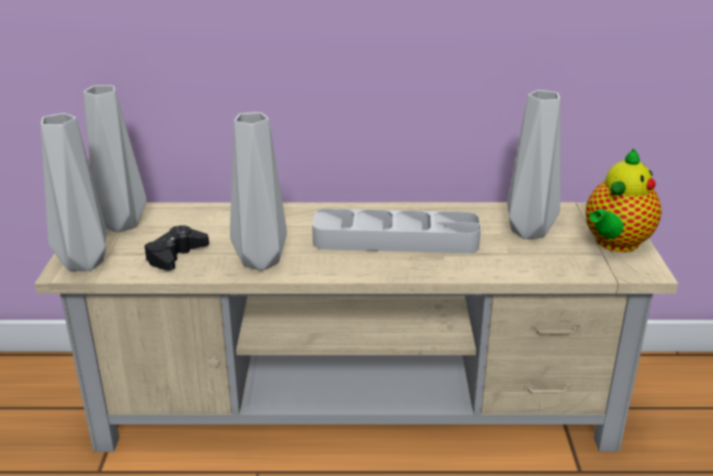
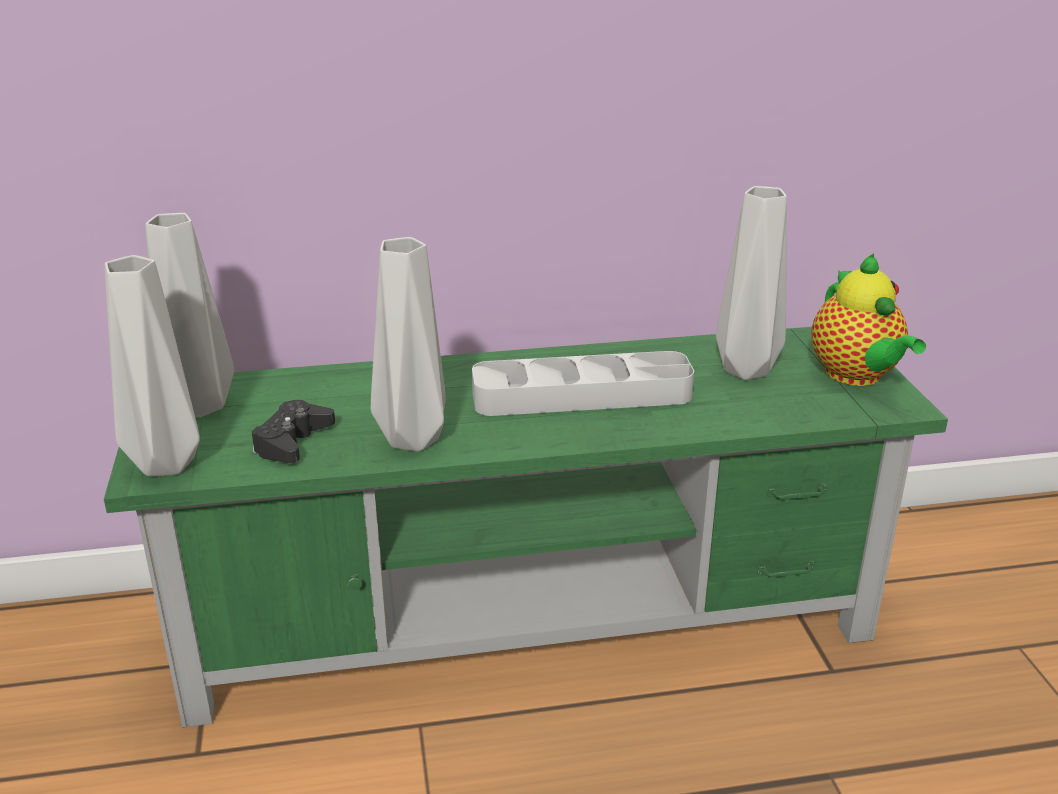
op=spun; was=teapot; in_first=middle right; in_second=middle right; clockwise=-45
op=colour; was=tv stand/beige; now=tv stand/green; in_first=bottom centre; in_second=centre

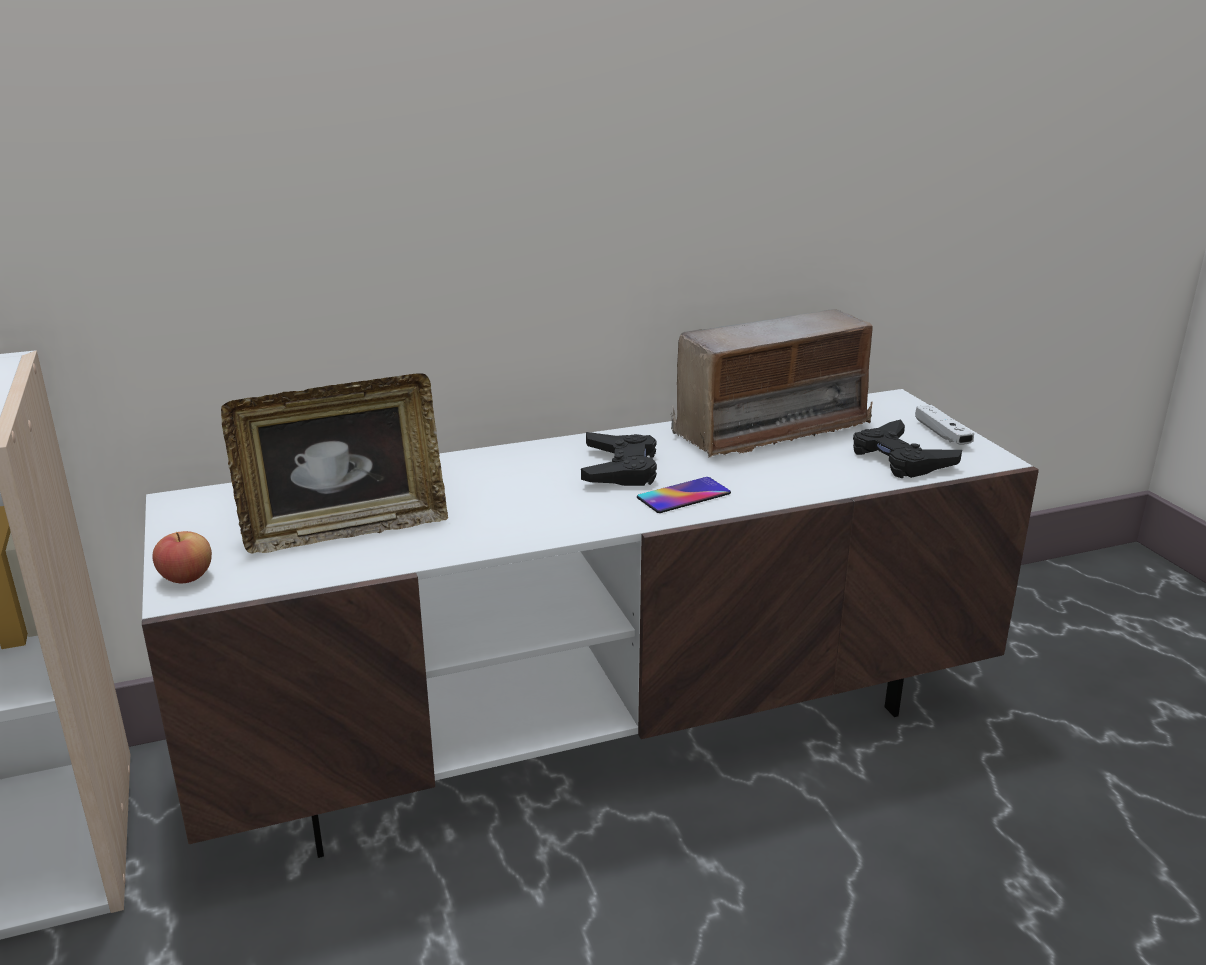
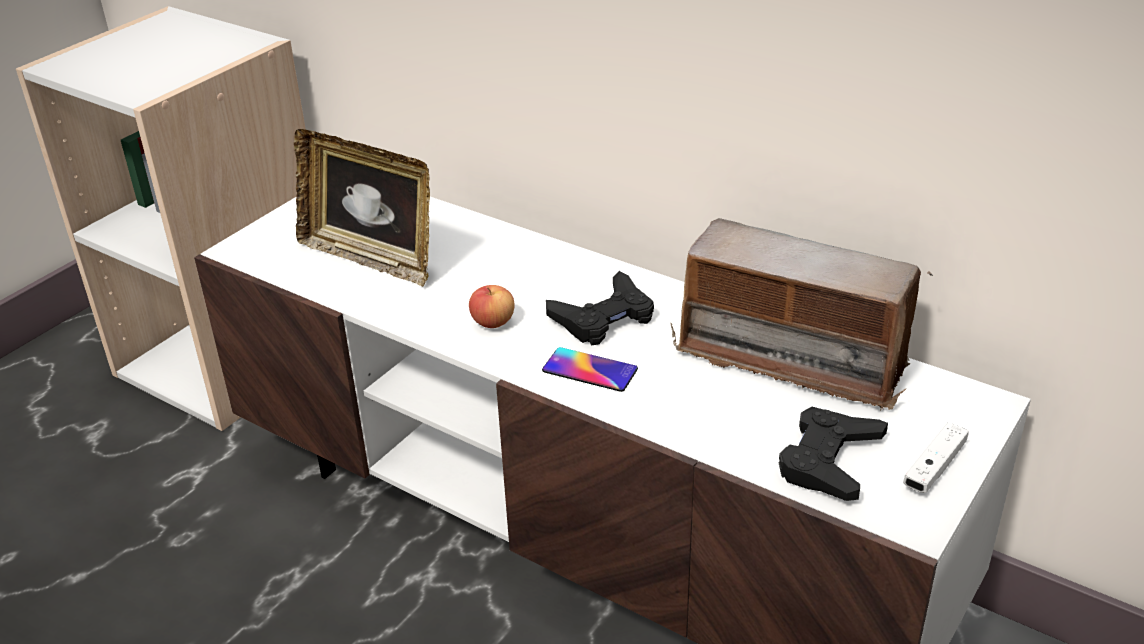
op=relocated; was=apple; in_first=middle left; in_second=centre

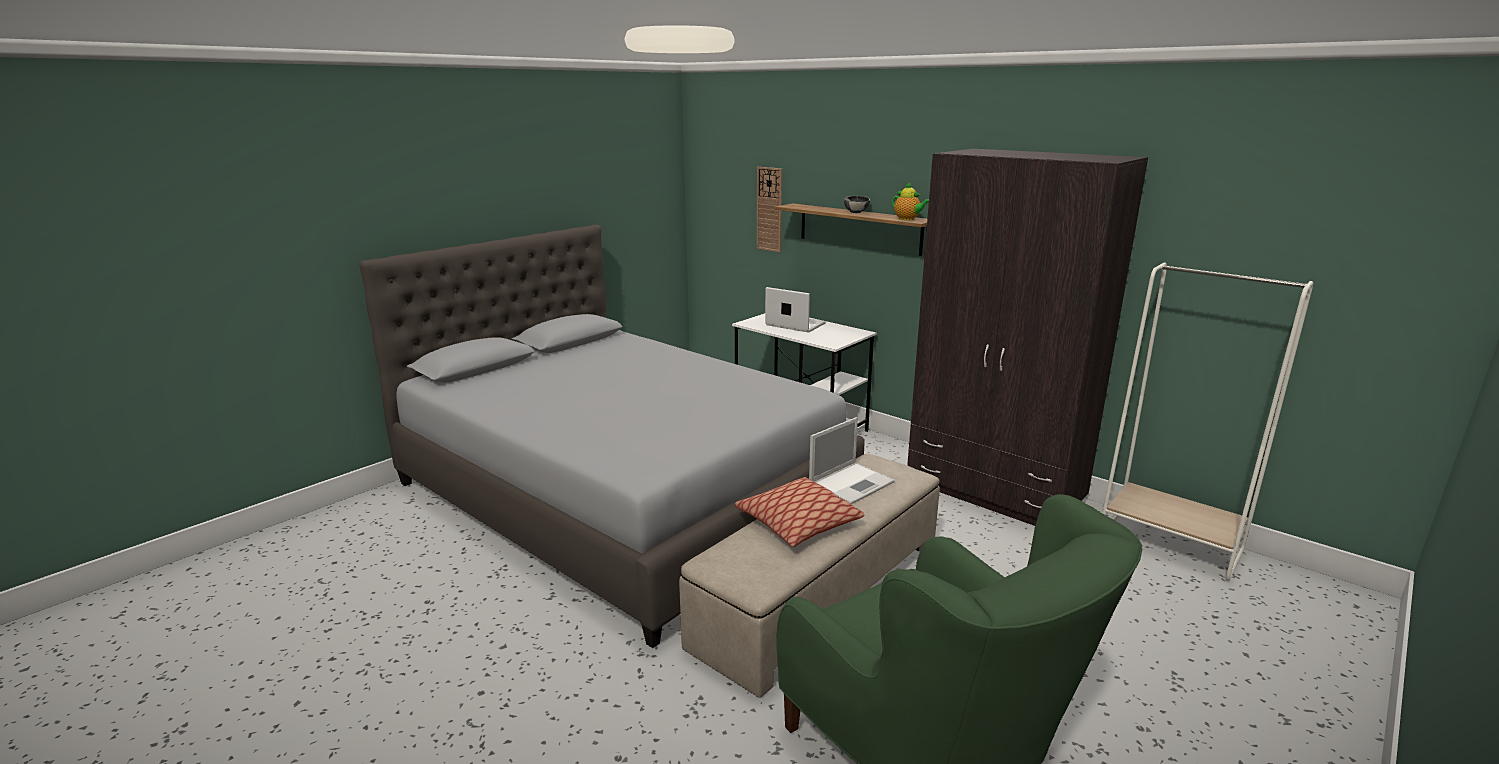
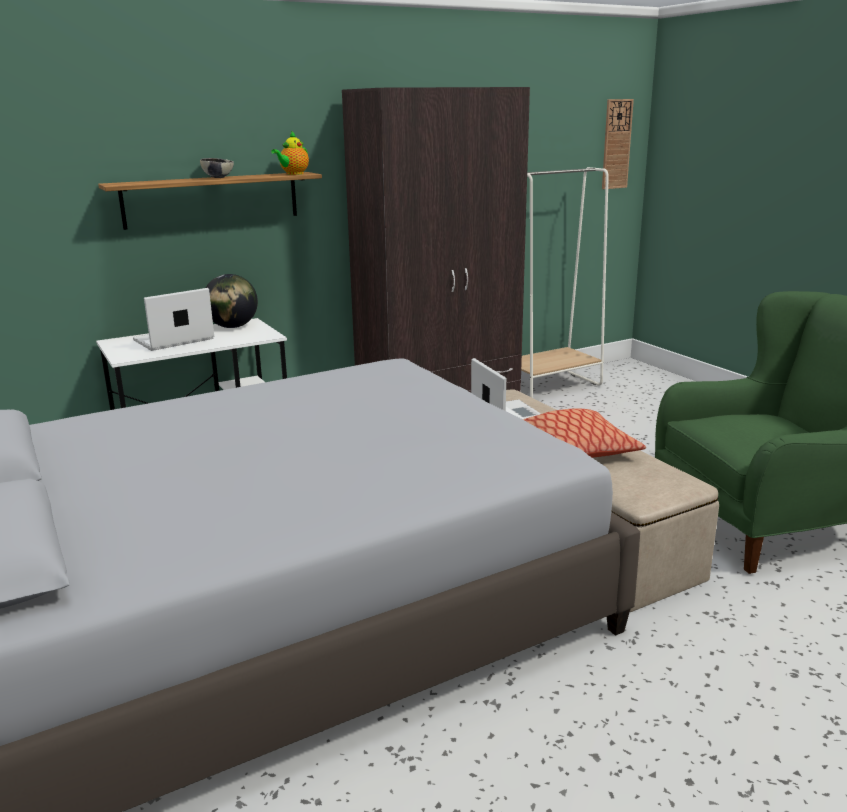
op=relocated; was=wall clock; in_first=top centre; in_second=top right
op=spun; was=teapot; in_first=top centre; in_second=top centre; clockwise=150
op=appeared; now=globe; in_second=middle left

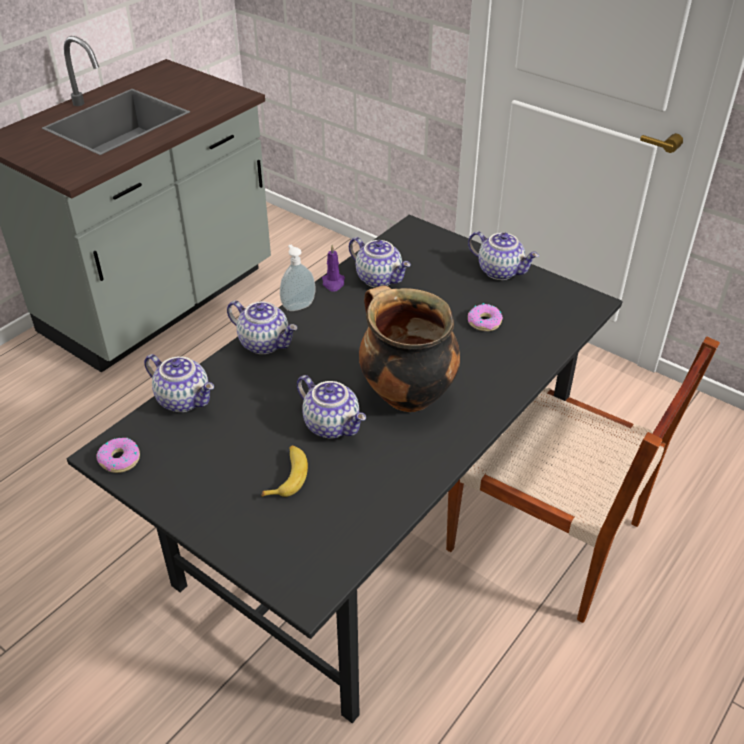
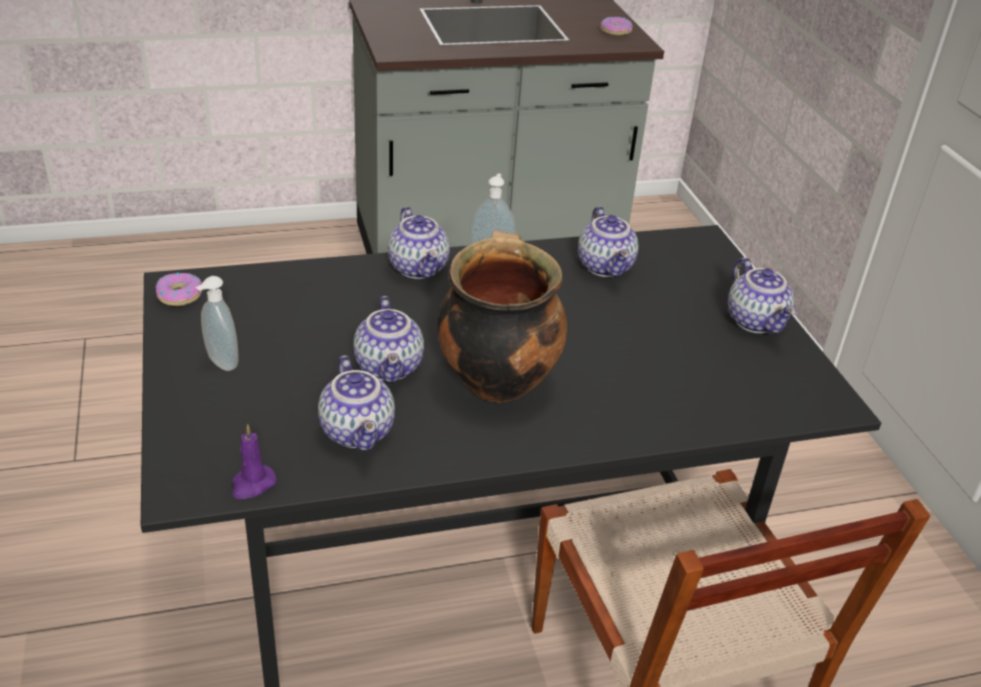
op=relocated; was=candle/purple; in_first=centre; in_second=bottom left
op=relocated; was=donut (no. 2 from left); in_first=centre; in_second=top centre
op=relocated; was=teapot (no. 1 from left); in_first=middle left; in_second=centre
op=missing; was=banana; in_first=centre
op=appeared; now=soap dispenser (no. 1 from left); in_second=middle left

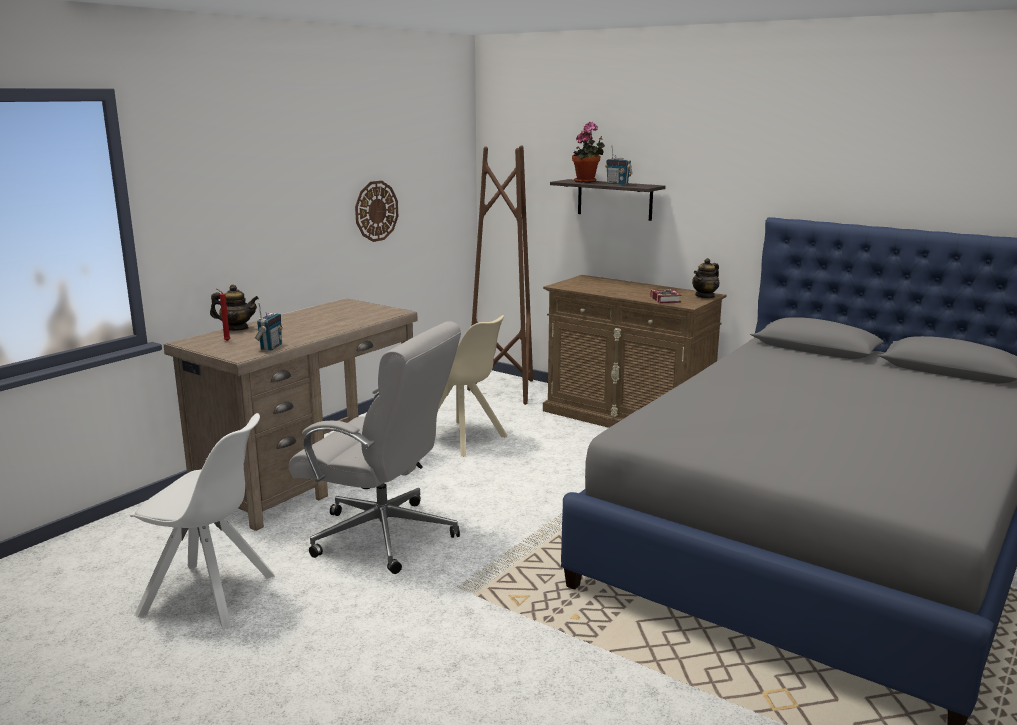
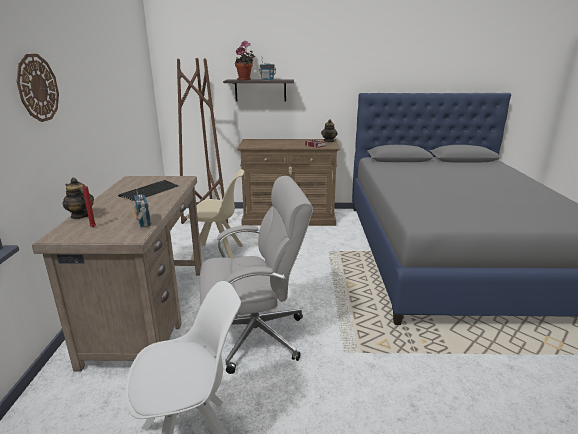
op=relocated; was=wall clock; in_first=top centre; in_second=top left
op=spun; was=teapot (no. 1 from left); in_first=middle left; in_second=middle left; clockwise=-105
op=appeared; now=keyboard; in_second=middle left

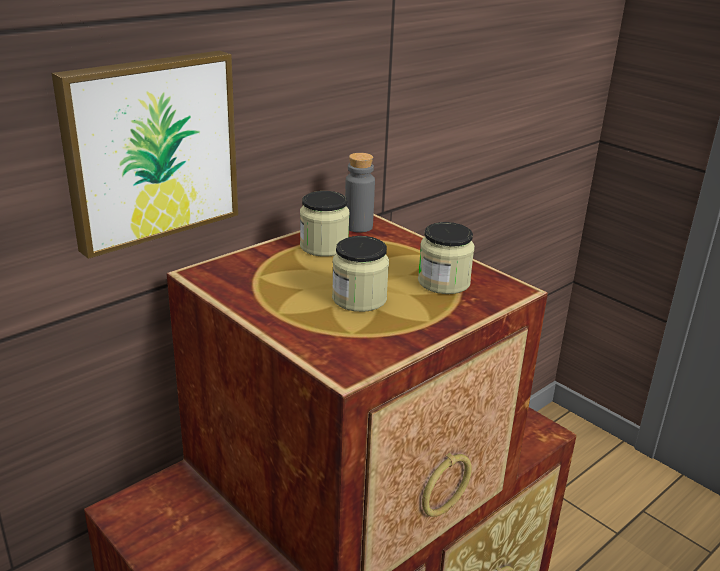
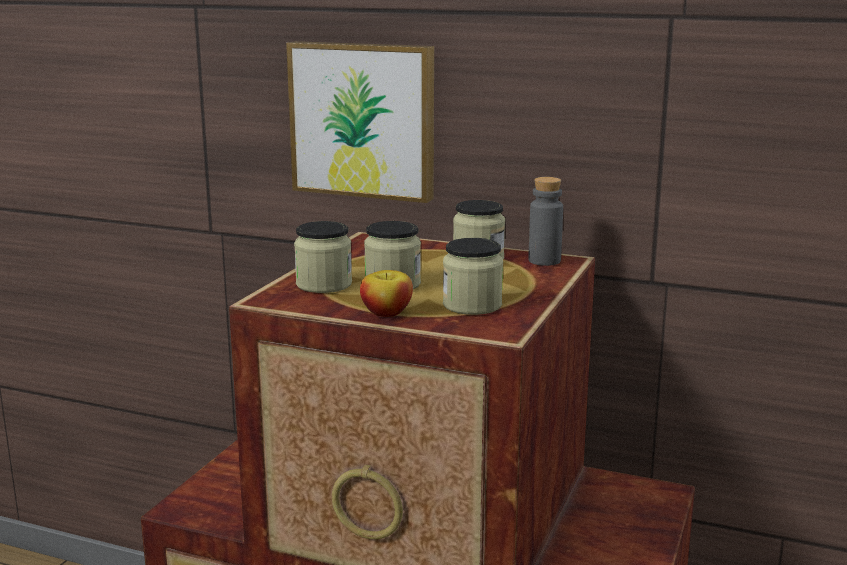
op=appeared; now=jar (no. 1 from left); in_second=centre
op=appeared; now=apple; in_second=centre

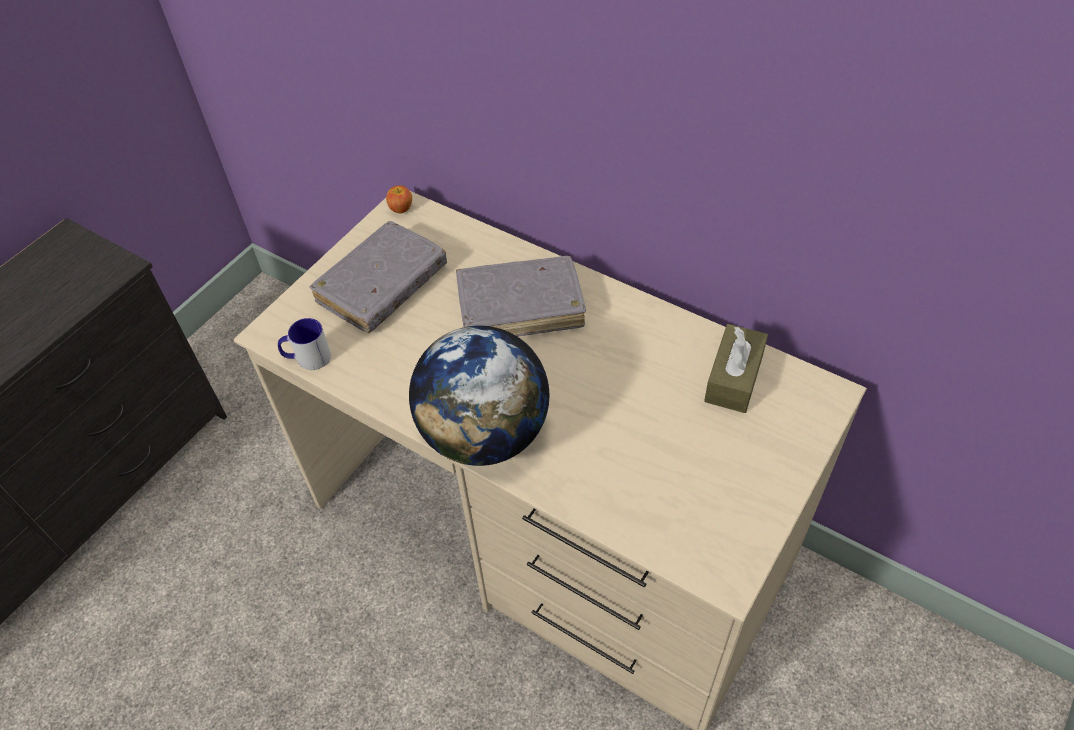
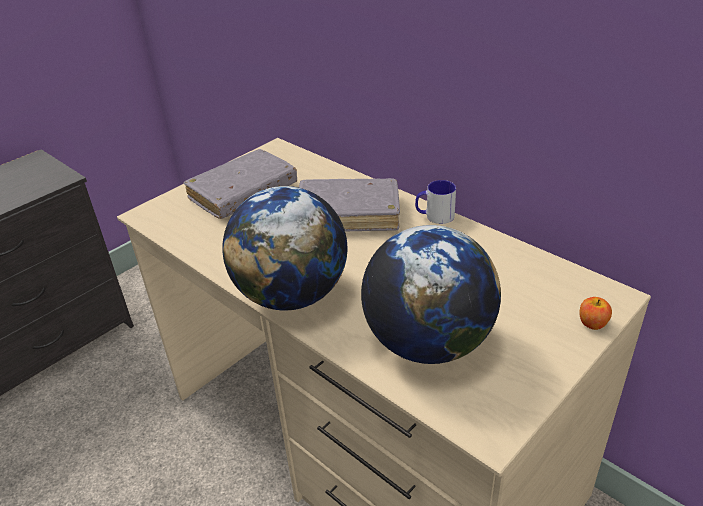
op=relocated; was=apple; in_first=top centre; in_second=middle right
op=relocated; was=mug; in_first=middle left; in_second=centre
op=missing; was=tissue box/brown; in_first=middle right
op=appeared; now=globe (no. 2 from left); in_second=centre

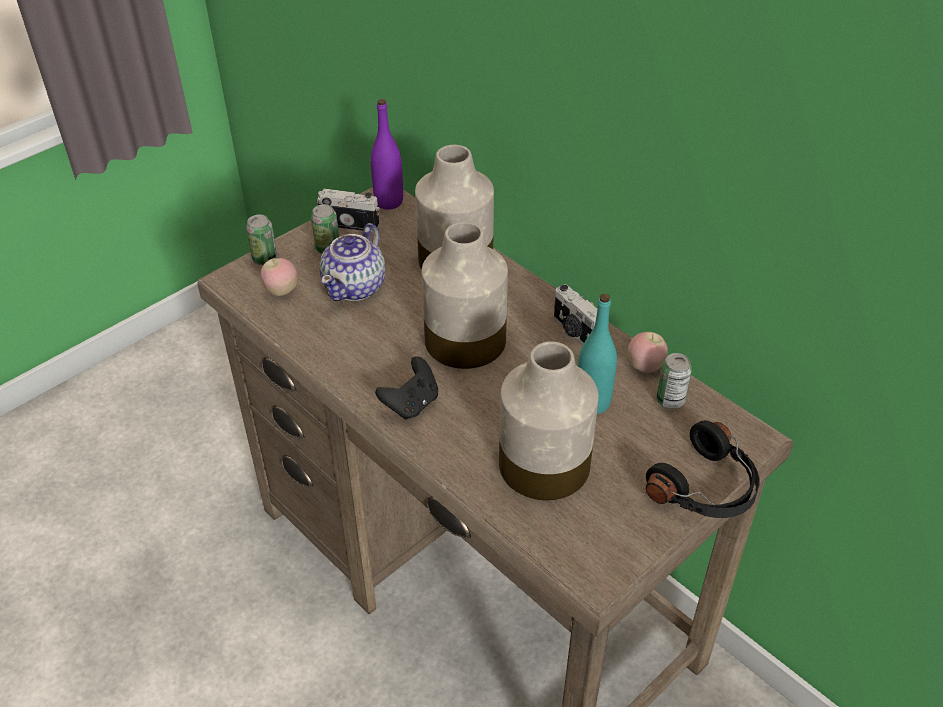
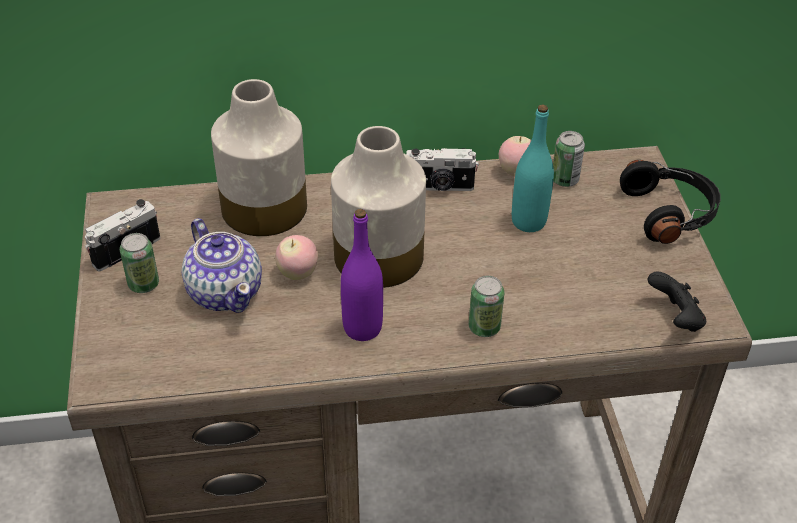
op=relocated; was=bottle/purple; in_first=top centre; in_second=centre
op=relocated; was=can (no. 1 from left in the first image); now=can (no. 2 from left); in_first=middle left; in_second=centre
op=relocated; was=apple (no. 1 from left); in_first=middle left; in_second=centre
op=missing; was=vase/beige (no. 3 from left); in_first=centre
op=relocated; was=game controller/black; in_first=centre; in_second=middle right

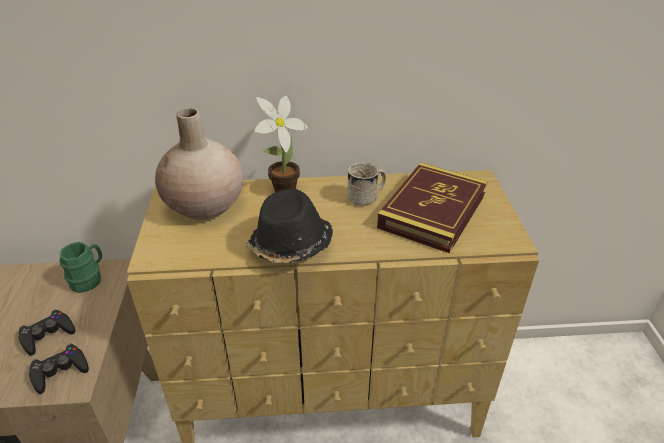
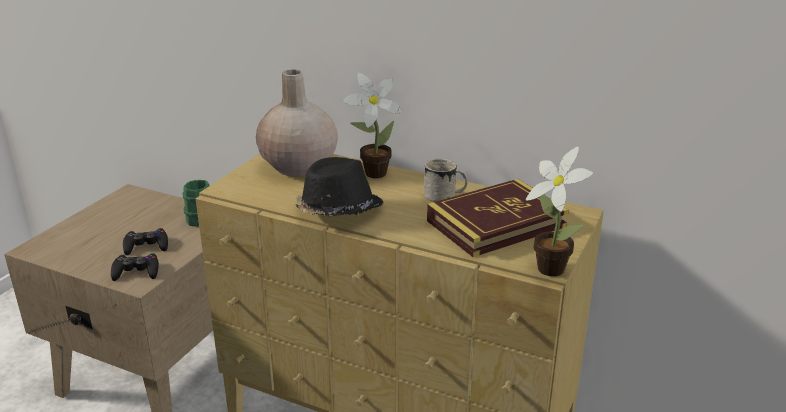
op=appeared; now=potted plant (no. 2 from left); in_second=middle right

